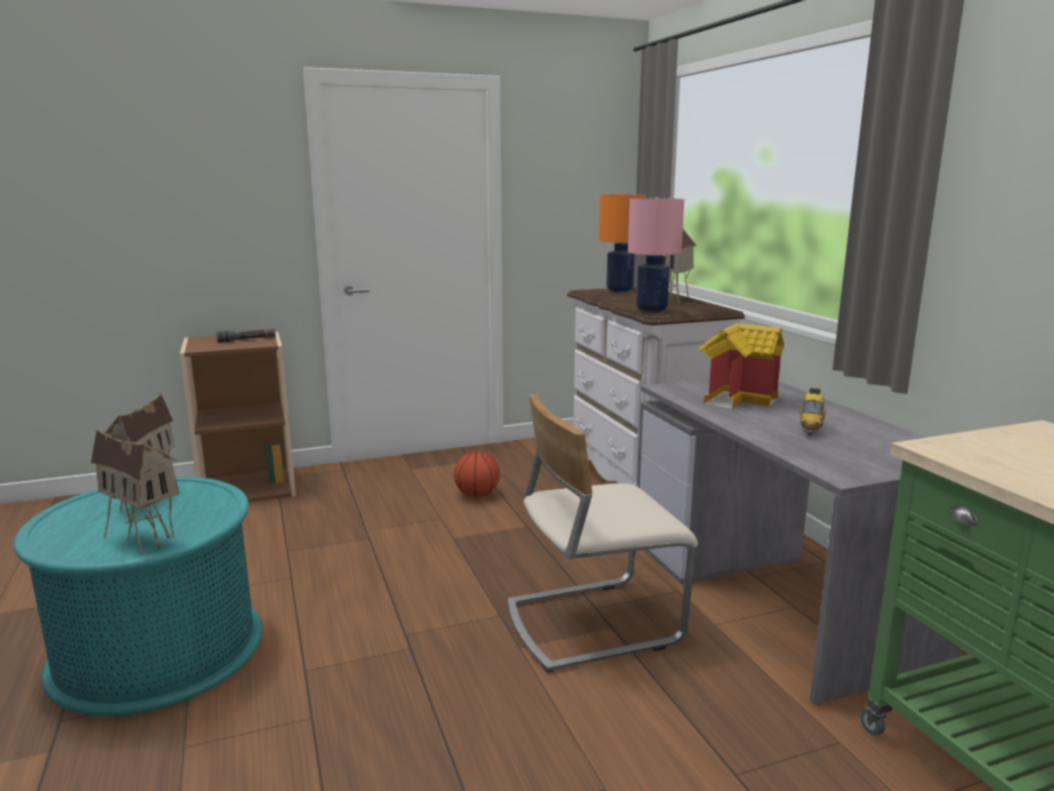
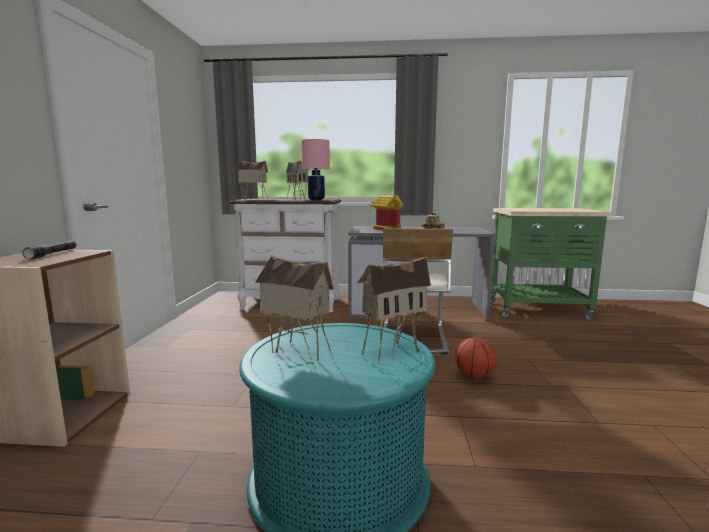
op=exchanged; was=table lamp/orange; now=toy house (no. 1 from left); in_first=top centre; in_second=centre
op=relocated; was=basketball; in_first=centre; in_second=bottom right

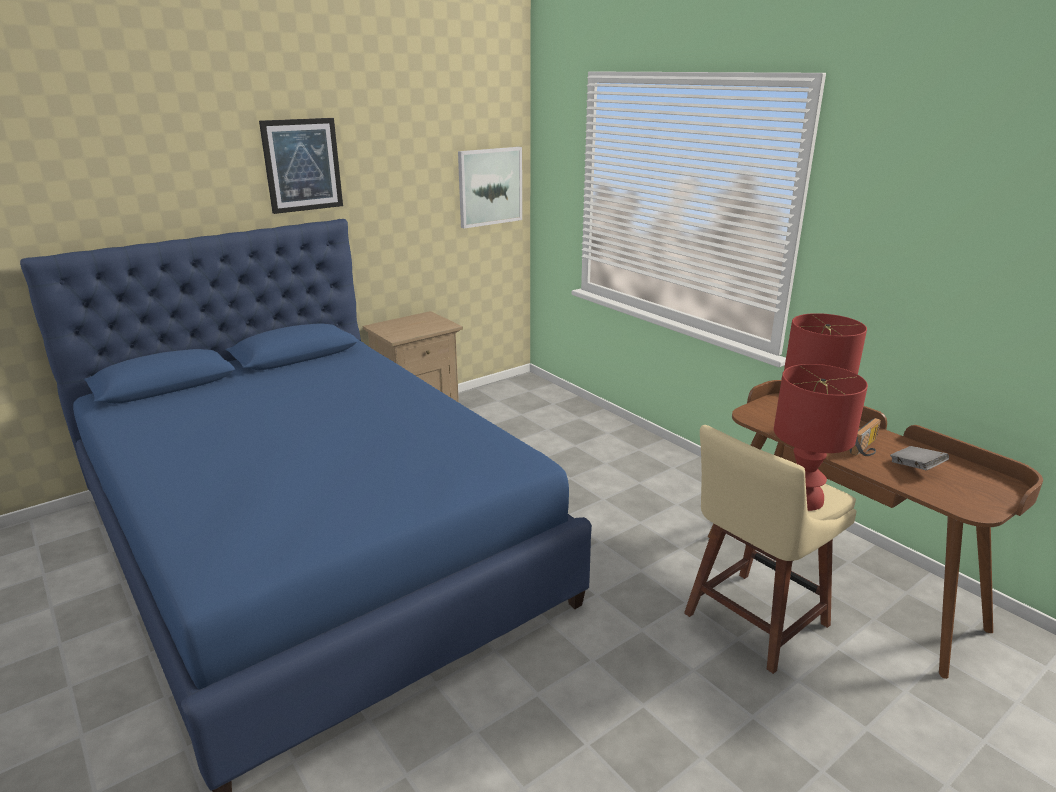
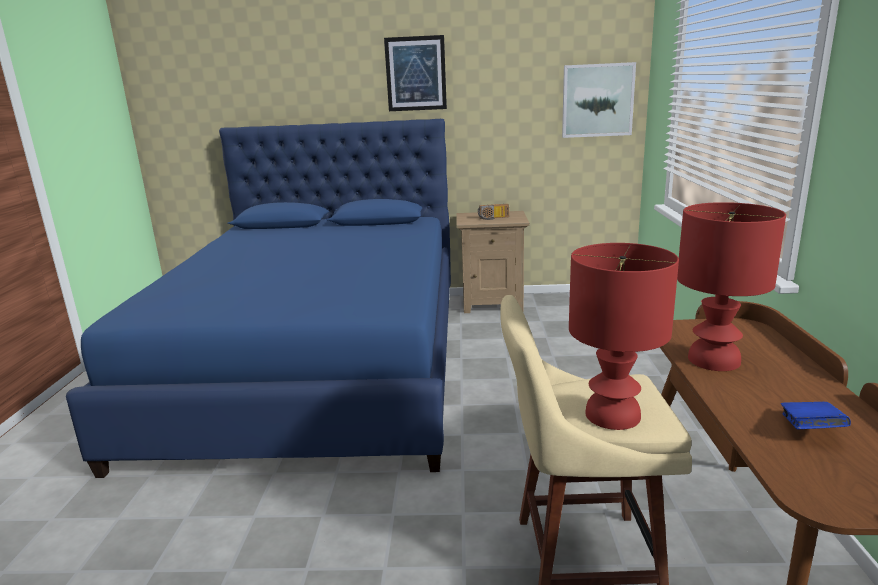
op=relocated; was=radio; in_first=middle right; in_second=centre
op=colour; was=book/grey; now=book/blue; in_first=middle right; in_second=bottom right

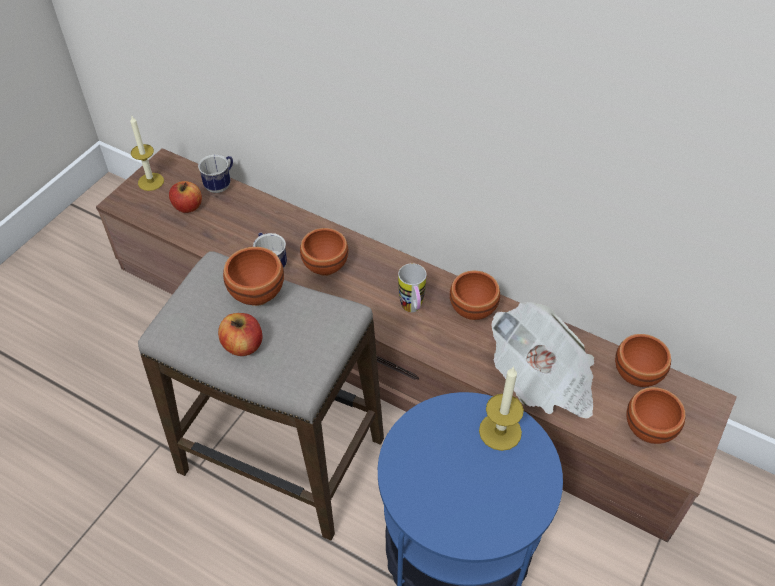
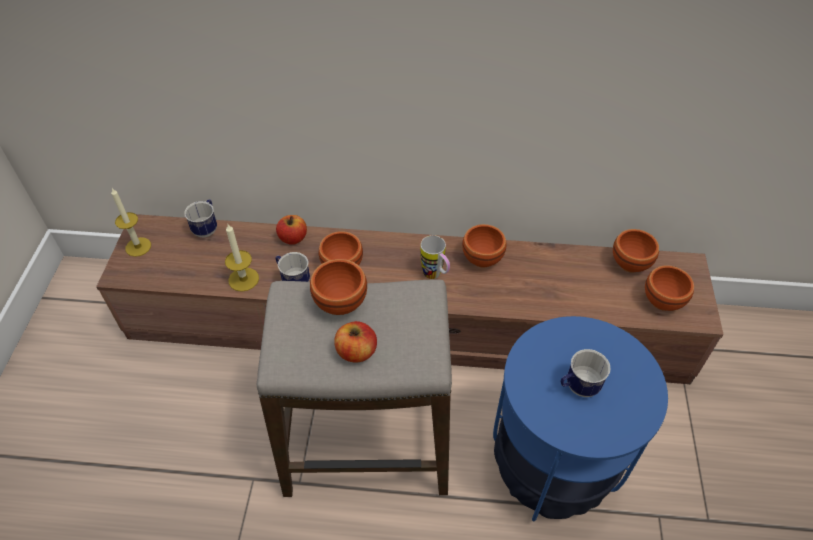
op=relocated; was=apple (no. 1 from left); in_first=middle left; in_second=centre
op=missing; was=newspaper; in_first=middle right
op=relocated; was=candle (no. 2 from left); in_first=bottom centre; in_second=middle left
op=appeared; now=mug (no. 4 from left); in_second=bottom right

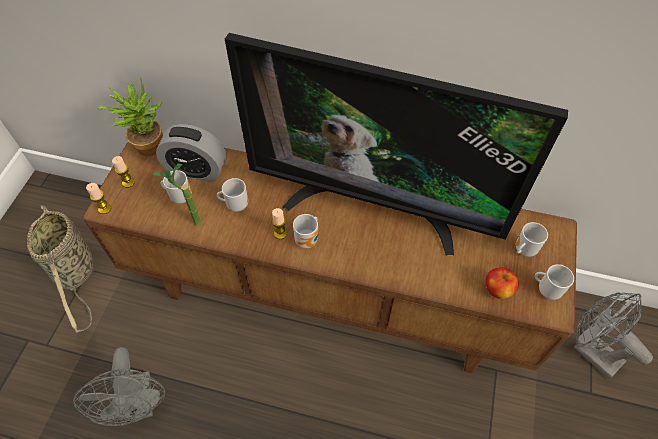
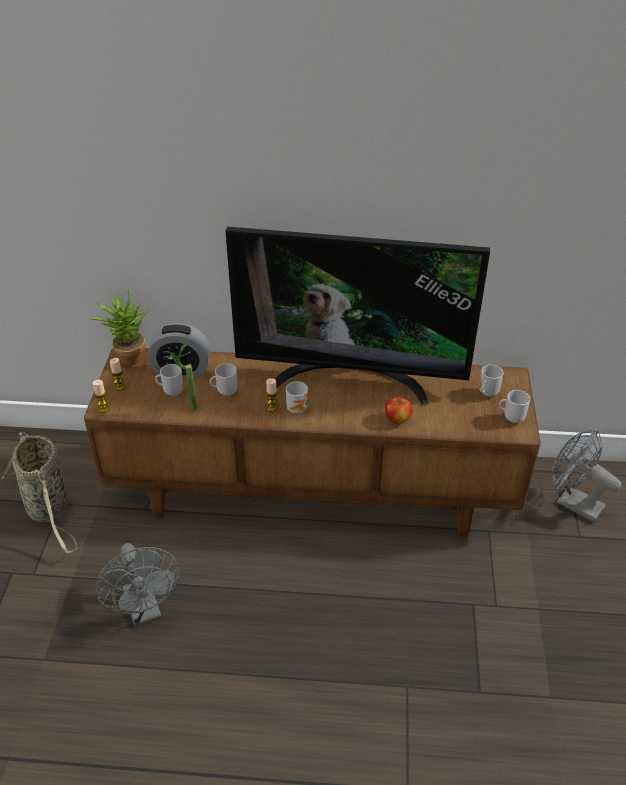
op=relocated; was=apple; in_first=middle right; in_second=centre

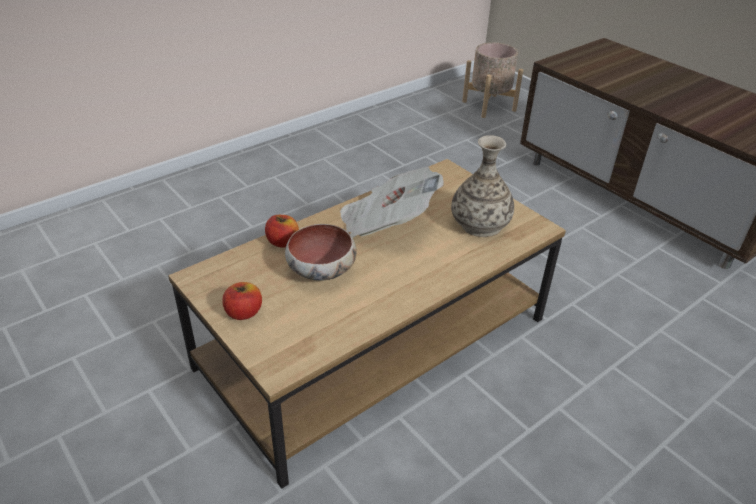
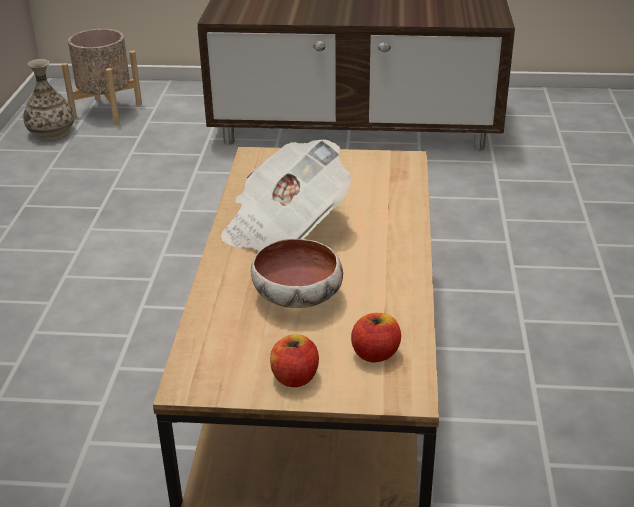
op=relocated; was=vase; in_first=centre; in_second=top left
op=relocated; was=apple (no. 2 from left); in_first=centre; in_second=bottom centre

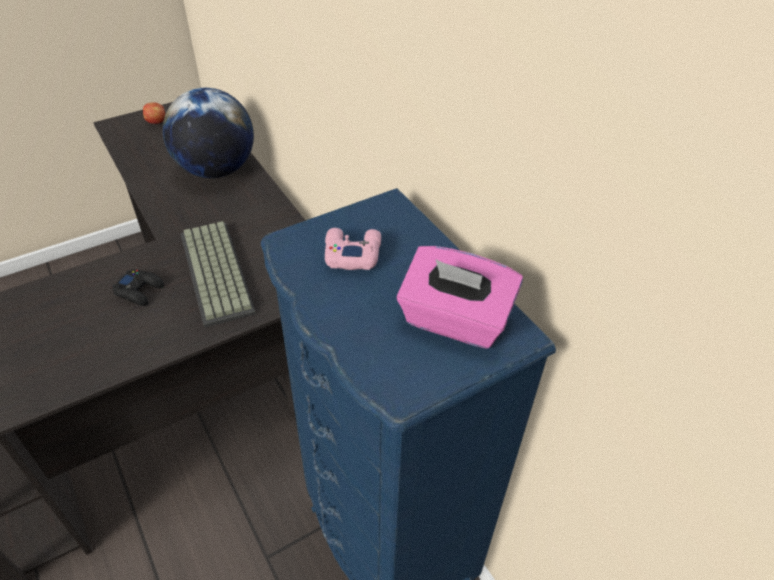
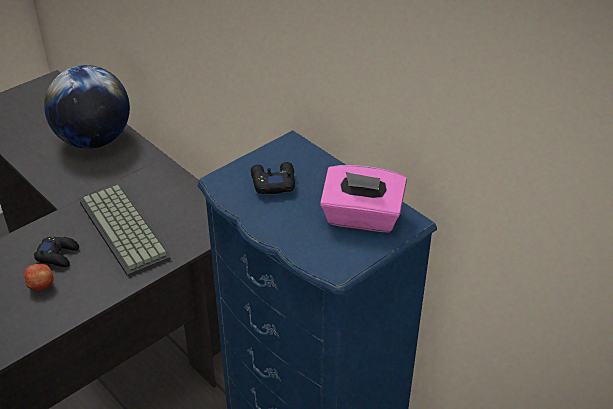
op=relocated; was=apple; in_first=top left; in_second=bottom left
op=colour; was=game controller/pink; now=game controller/black (no. 2 from left); in_first=centre; in_second=centre

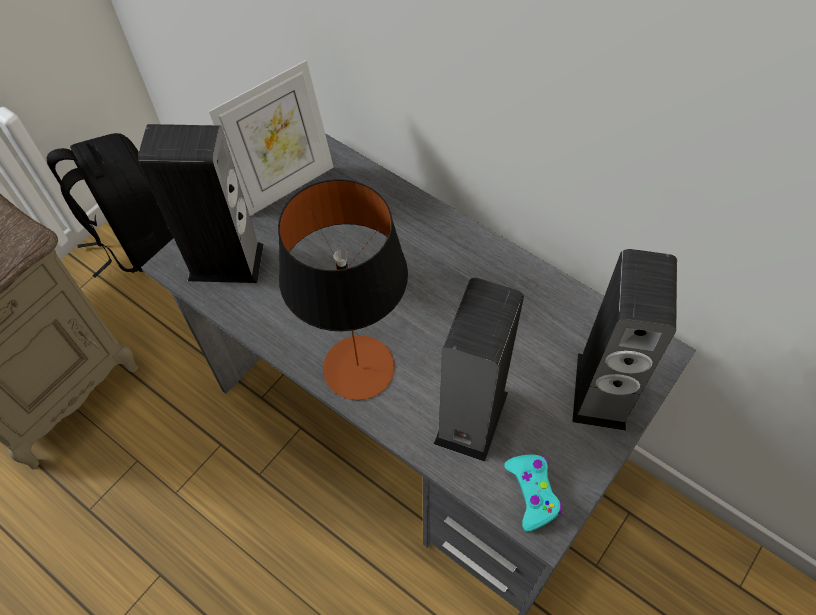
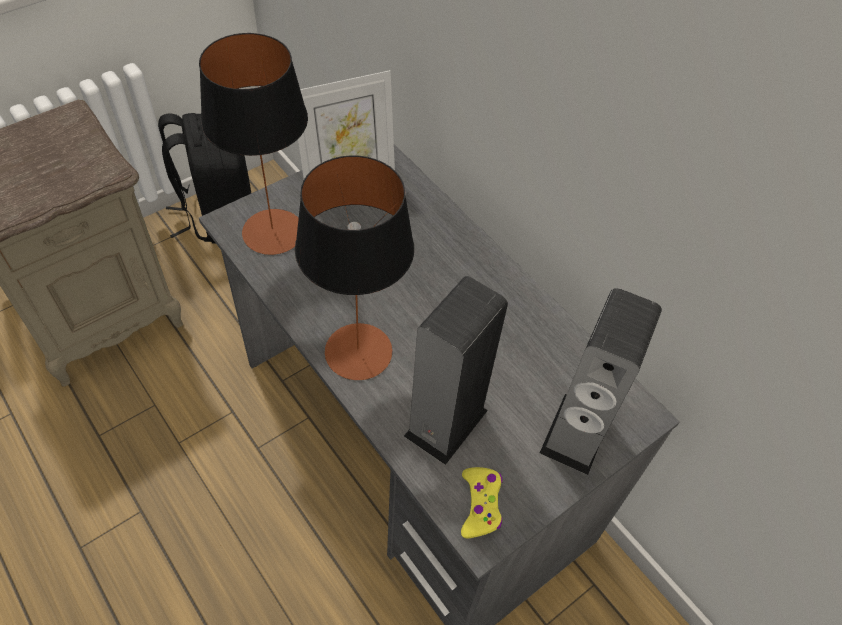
op=exchanged; was=speaker (no. 1 from left); now=table lamp (no. 1 from left); in_first=top left; in_second=top left
op=colour; was=game controller/turquoise; now=game controller/yellow; in_first=bottom centre; in_second=bottom centre

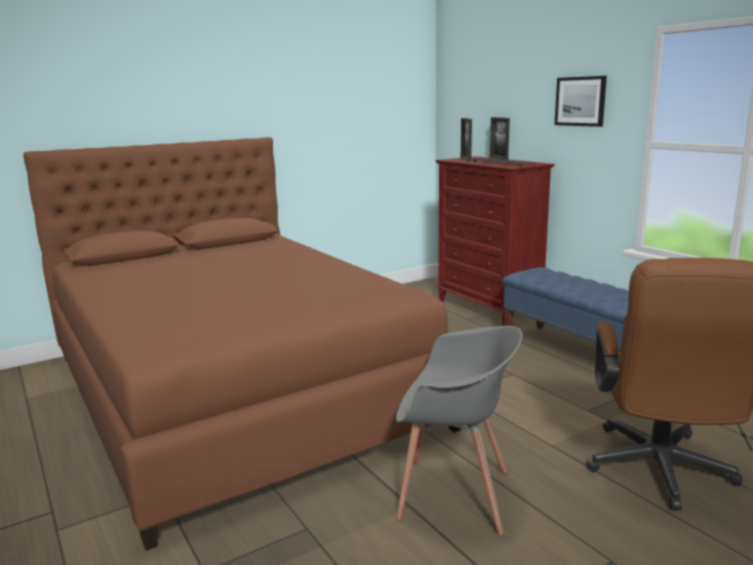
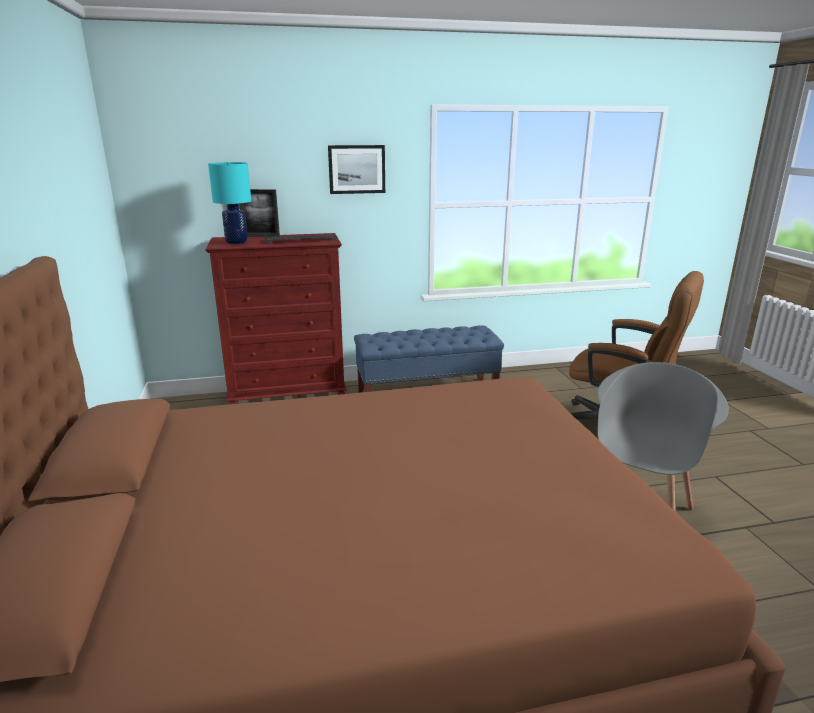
op=exchanged; was=picture frame (no. 1 from left); now=table lamp/turquoise; in_first=top centre; in_second=top left

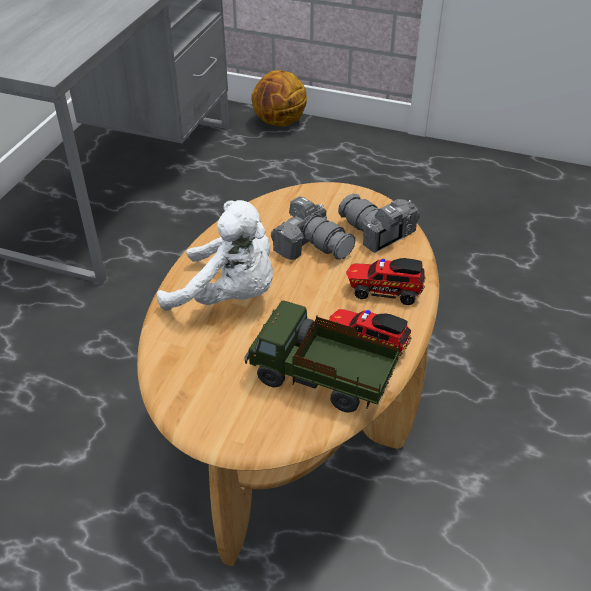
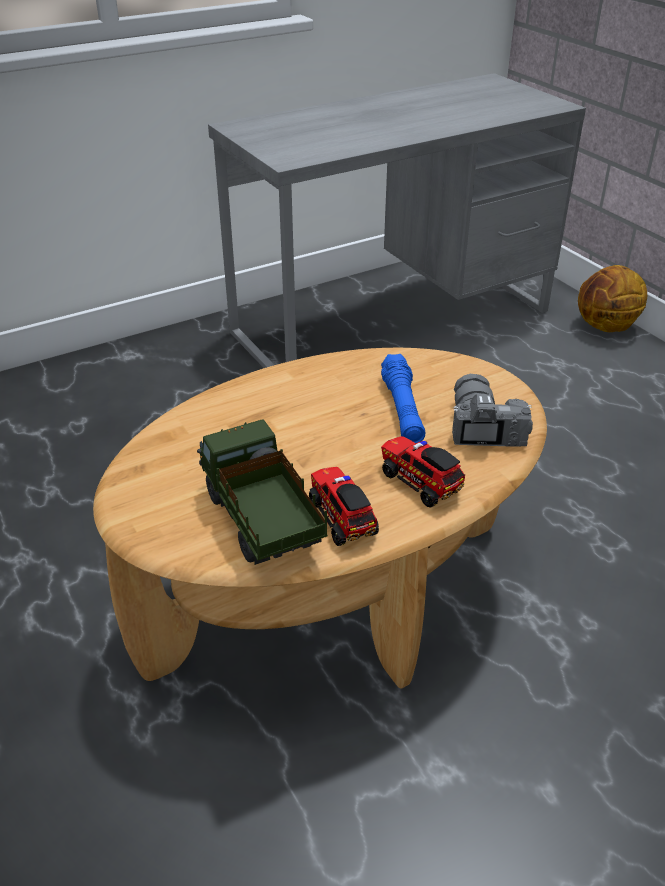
op=exchanged; was=photo camera (no. 1 from left); now=flashlight/blue; in_first=centre; in_second=centre
op=missing; was=plush toy/white; in_first=centre

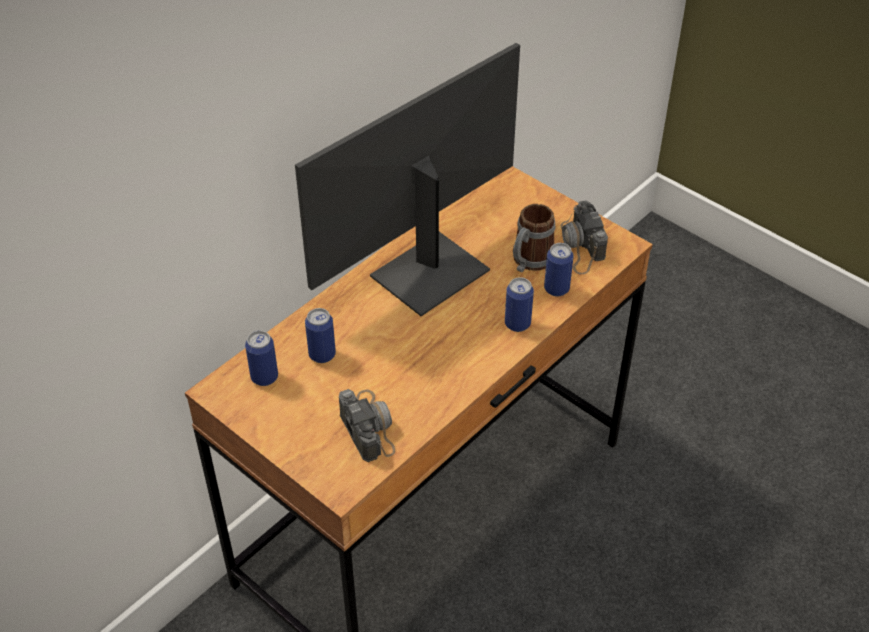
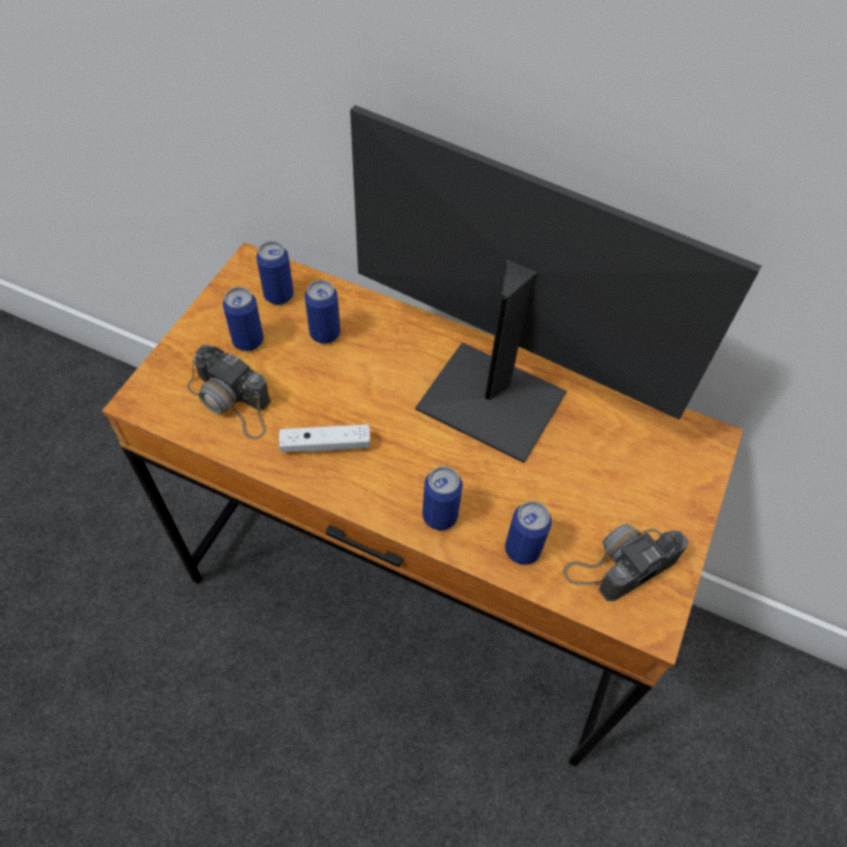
op=missing; was=mug; in_first=centre
op=spun; was=photo camera (no. 1 from left); in_first=bottom centre; in_second=middle left; clockwise=75
op=appeared; now=can (no. 1 from left); in_second=middle left
op=appeared; now=game controller/white; in_second=centre

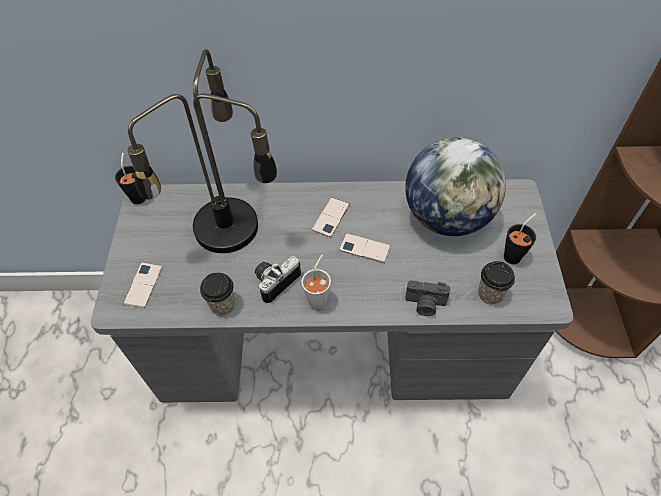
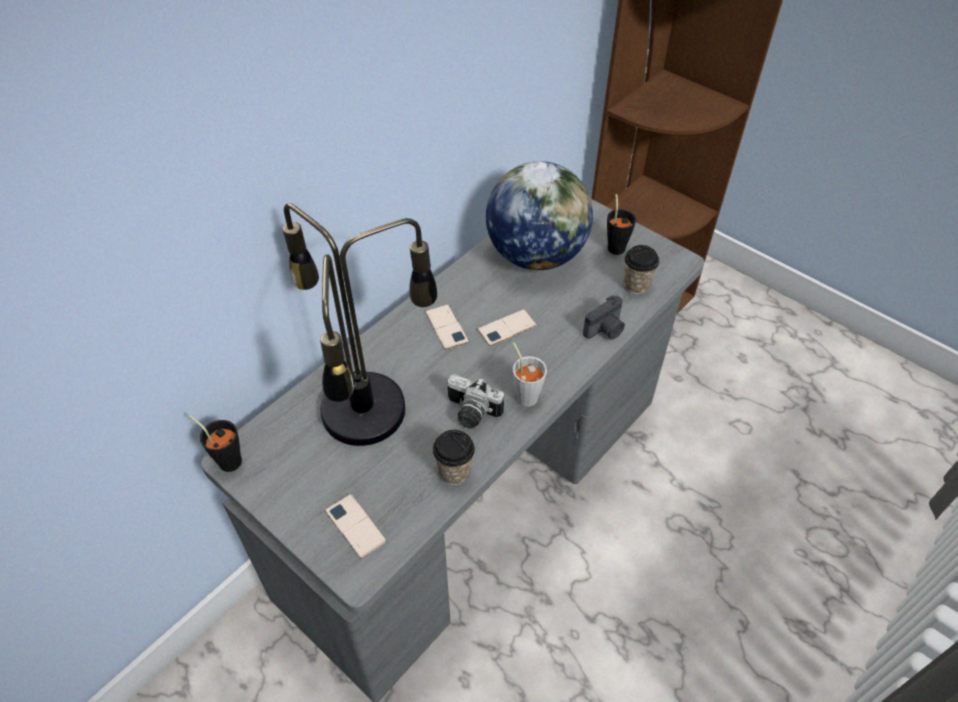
op=spun; was=photo camera (no. 1 from left); in_first=centre; in_second=centre; clockwise=-60

